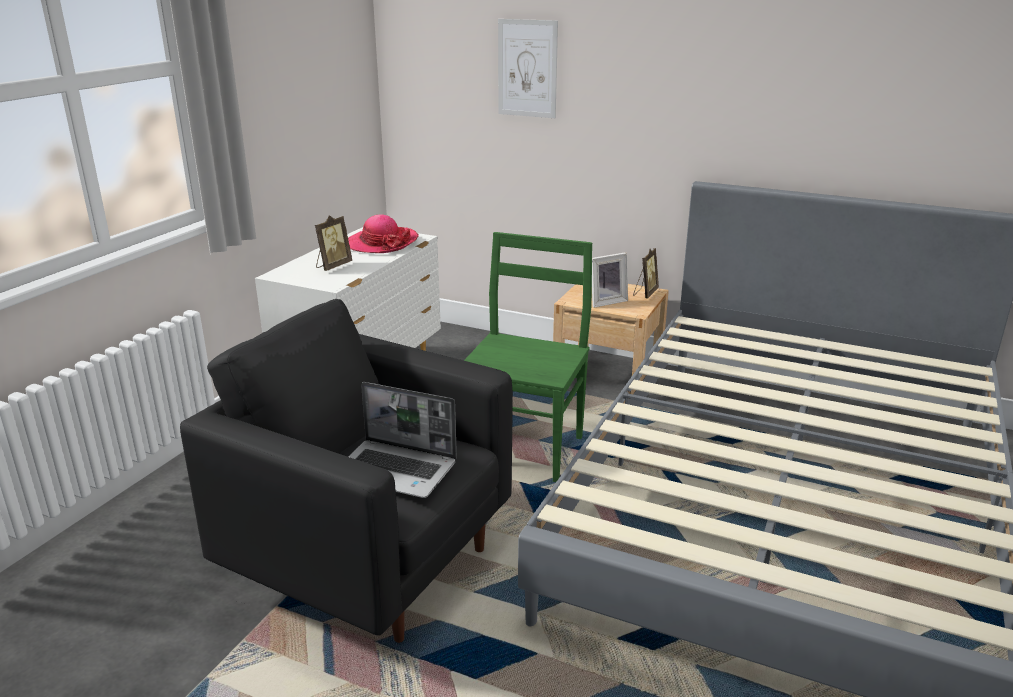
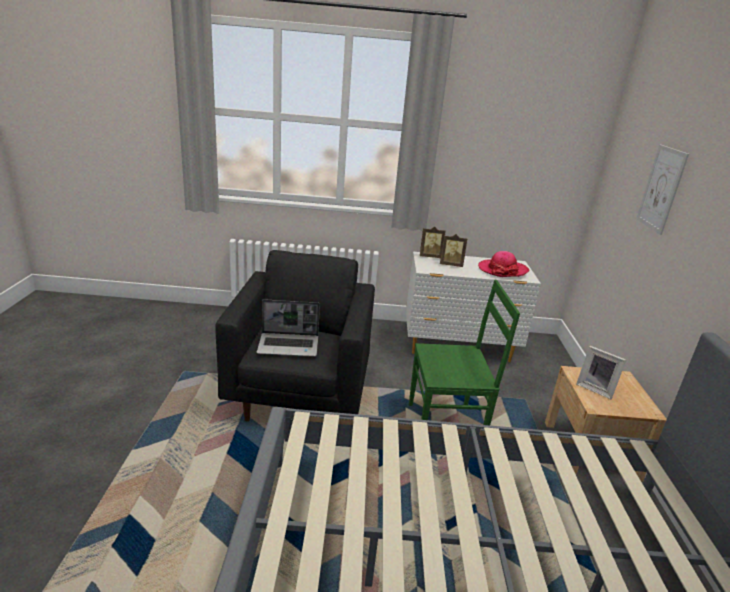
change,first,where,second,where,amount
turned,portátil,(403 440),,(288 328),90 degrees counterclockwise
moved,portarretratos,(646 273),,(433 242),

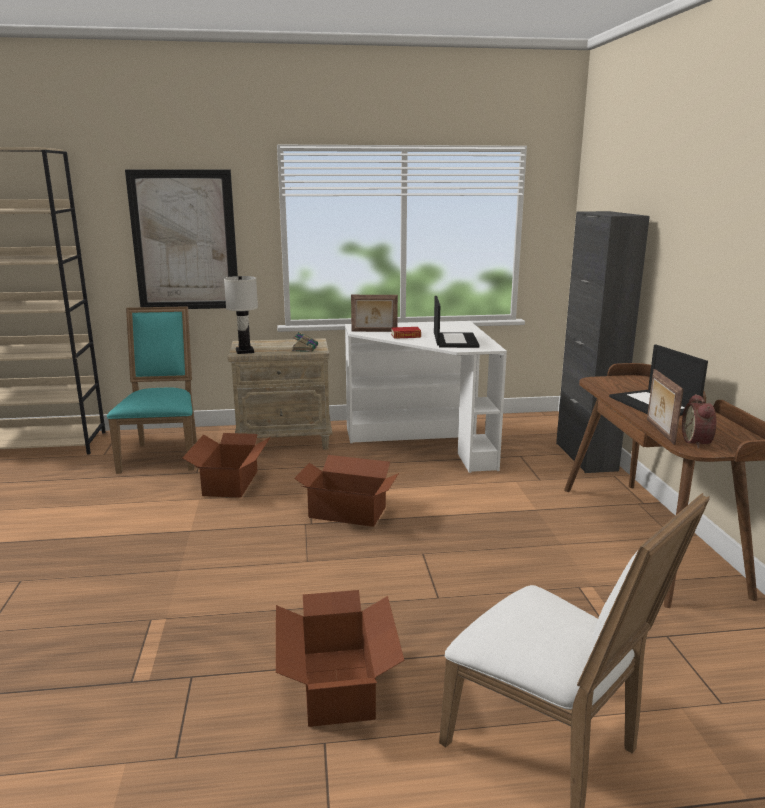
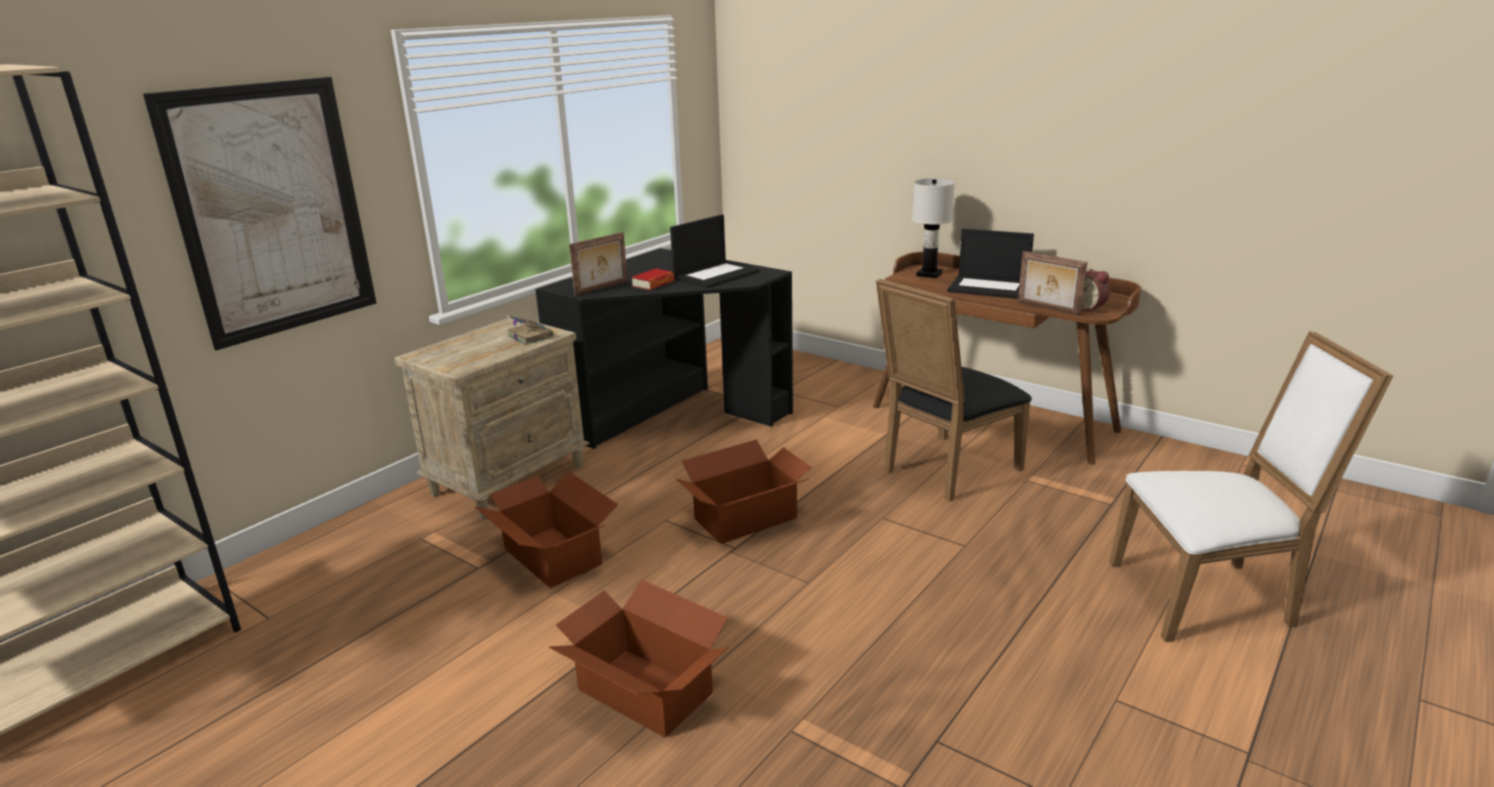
change,first,where,second,where,amount
removed,silla (turquesa),(152 390),,,
moved,lámpara de mesa (blanco),(241 315),,(933 228),
moved,caja de cartón,(340 658),,(638 658),
recoloured,escritorio (blanco),(426 397),escritorio (negro),(664 348),
turned,portátil,(457 322),,(714 251),90 degrees clockwise
removed,armario (negro),(603 342),,,
added,,,silla (negro),(954 390),

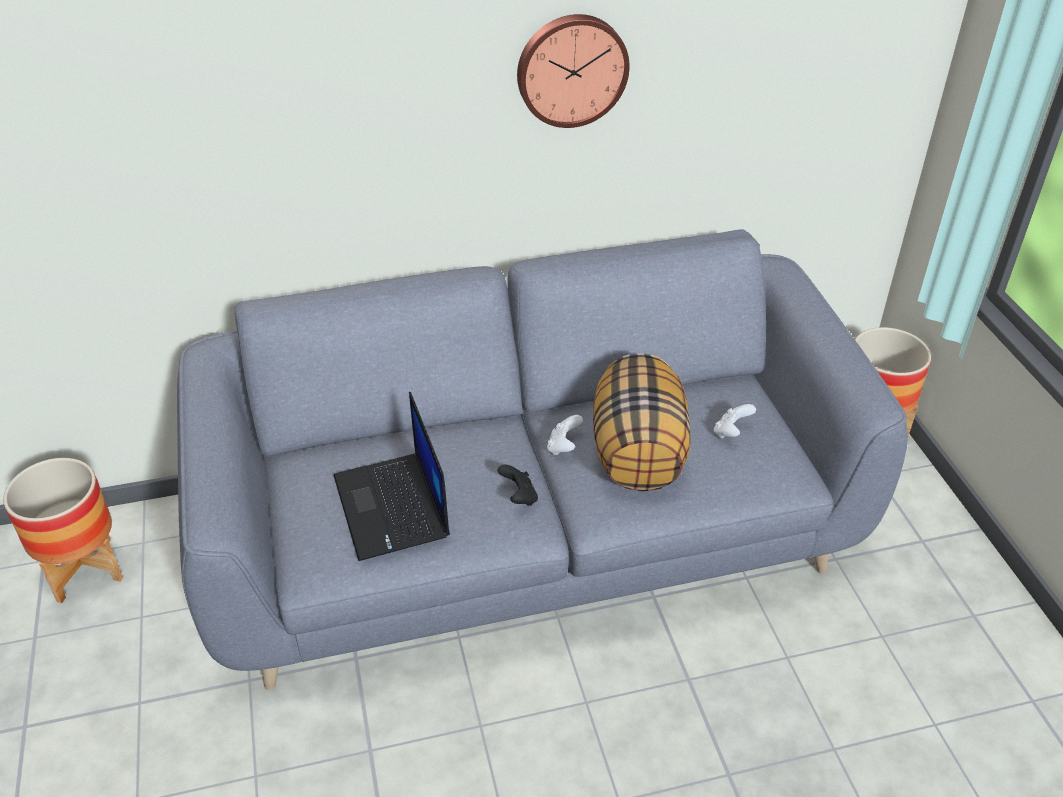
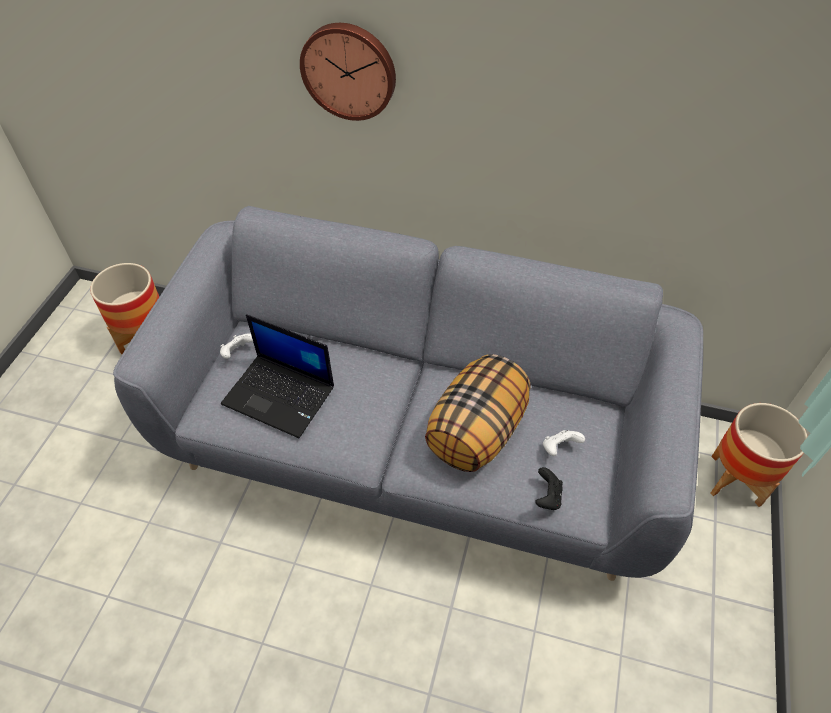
change,first,where,second,where,amount
turned,portátil,(392 476),,(277 376),75 degrees counterclockwise
moved,mando de consola (negro),(518 485),,(549 488),
moved,reloj de pared,(573 71),,(348 72),
moved,mando de consola (blanco),(565 435),,(236 346),

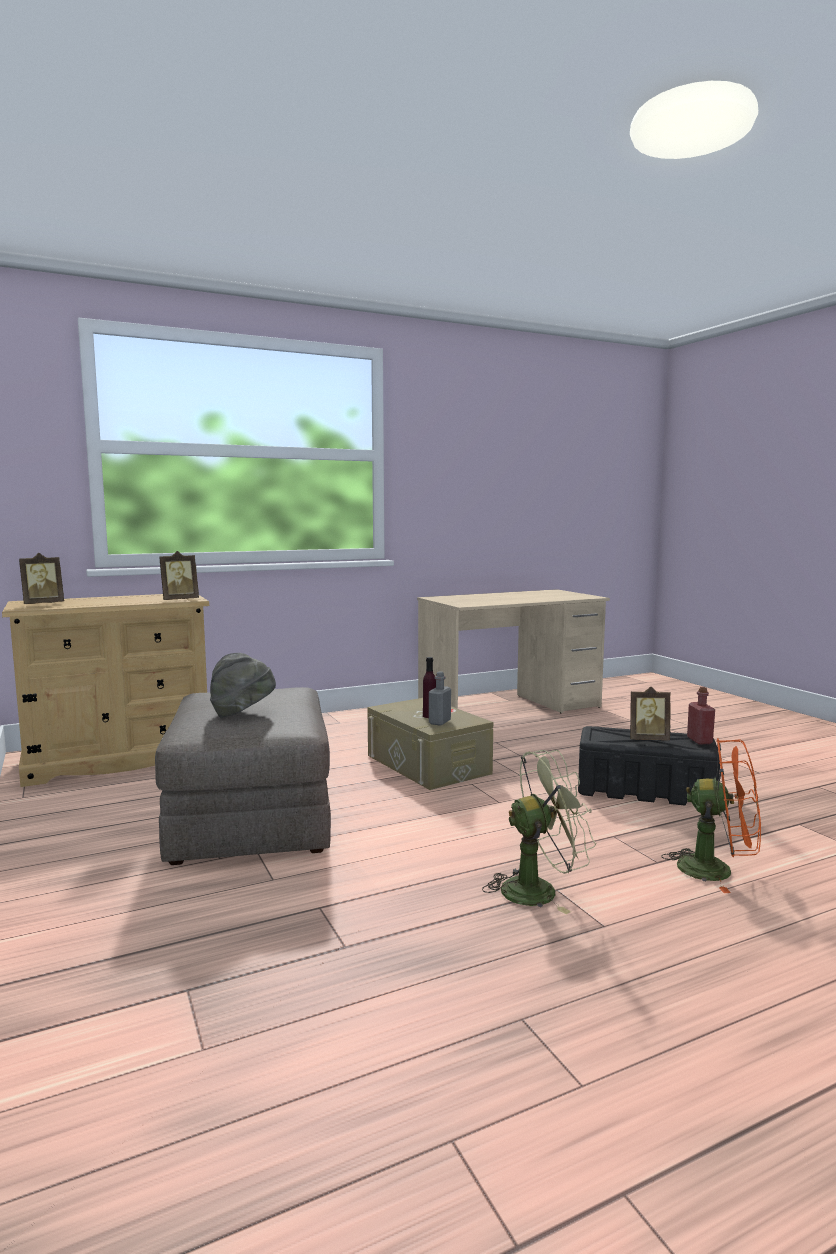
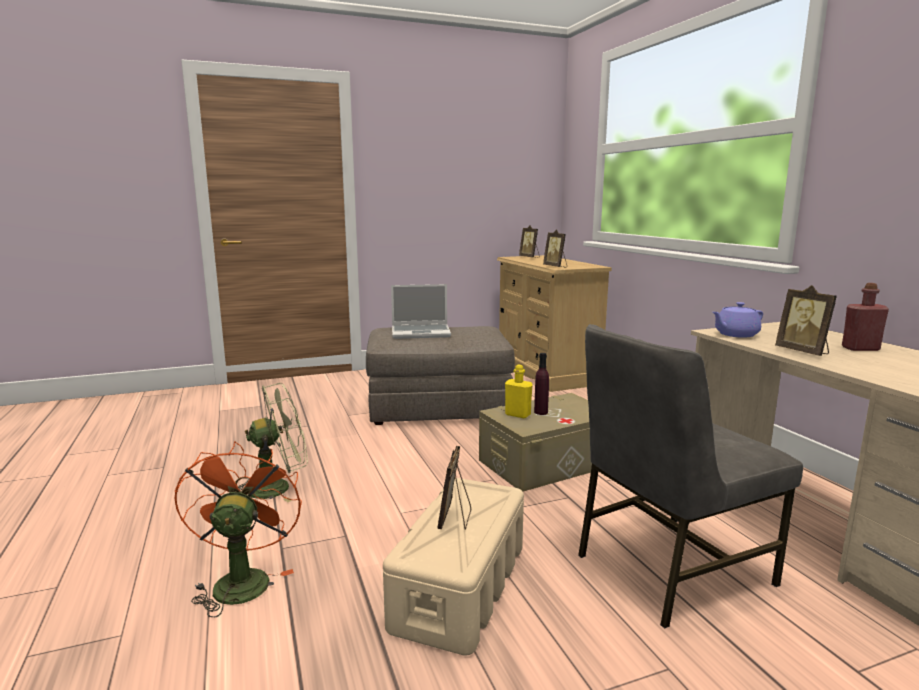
change,first,where,second,where,amount
replaced,sombrero (gris),(243 685),portátil,(421 311),
recoloured,botella (gris),(440 698),botella (amarillo),(519 391),
turned,ventilador (verde),(539 832),,(273 442),105 degrees counterclockwise
recoloured,caja de almacenaje (negro),(649 766),caja de almacenaje (beis),(453 567),
turned,ventilador (naranja),(711 815),,(238 529),150 degrees clockwise
moved,botella (rojo),(701 715),,(865 317),
added,,,silla (gris),(690 476),
added,,,tetera (morado),(738 320),
added,,,portarretratos,(806 320),

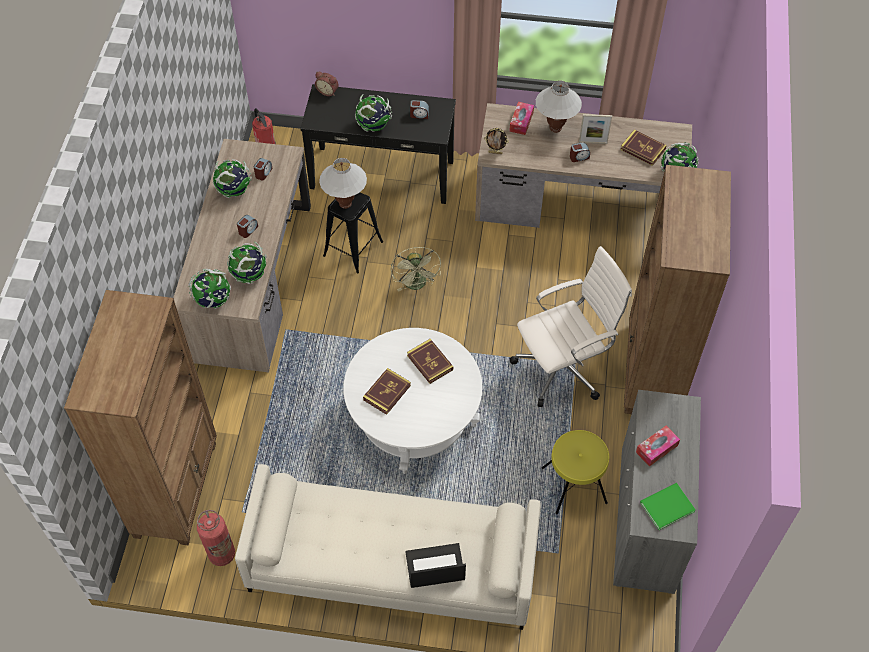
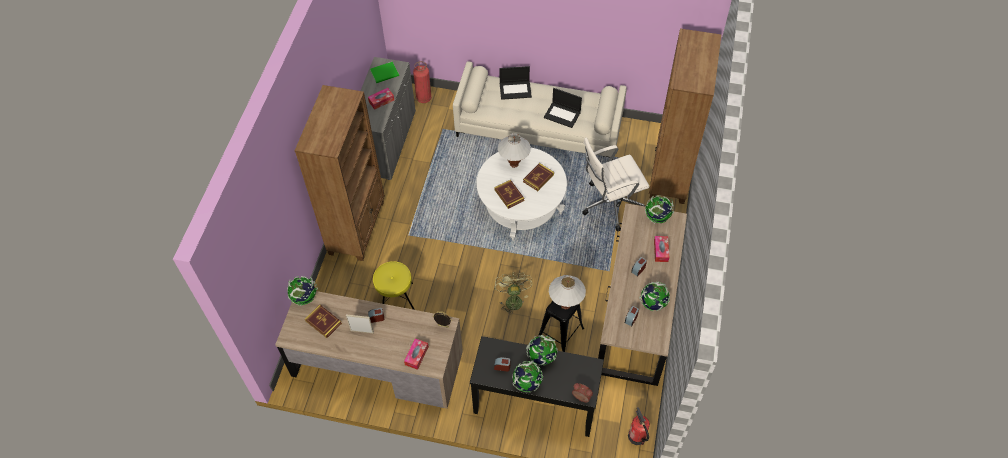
change,first,where,second,where,amount
moved,extintor,(216 538),,(422 82),
moved,globo terráqueo,(247 263),,(527 376),
moved,silla de oficina (blanco),(571 326),,(616 184),
moved,lámpara de mesa (blanco),(559 107),,(514 150),
moved,taburete (amarillo),(575 472),,(394 285),
added,,,portátil,(563 108),
added,,,caja de pañuelos,(661 249),

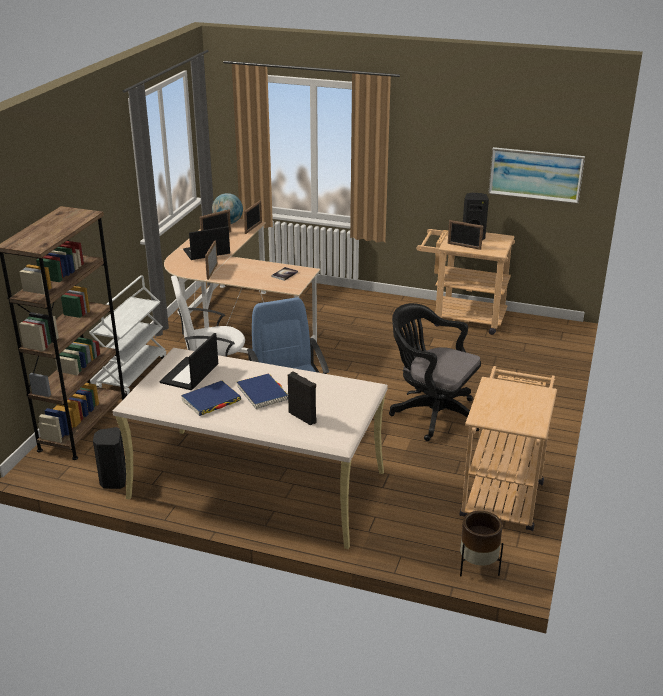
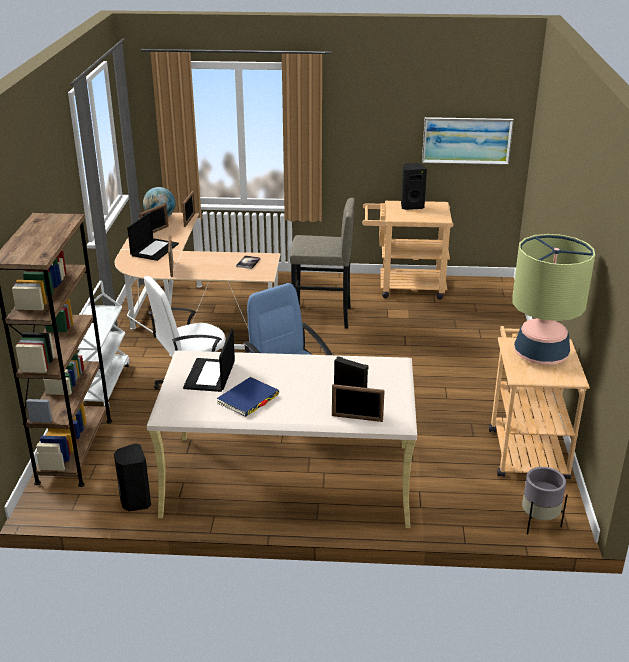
change,first,where,second,where,amount
turned,portátil,(206 243),,(153 236),150 degrees clockwise
removed,libro (azul),(262 391),,,
removed,silla de oficina (negro),(435 372),,,
moved,portarretratos,(465 235),,(358 403),
recoloured,maceta (marrón),(482 543),maceta (gris),(545 501),
added,,,taburete (gris),(322 263),
added,,,lámpara de mesa,(553 299),

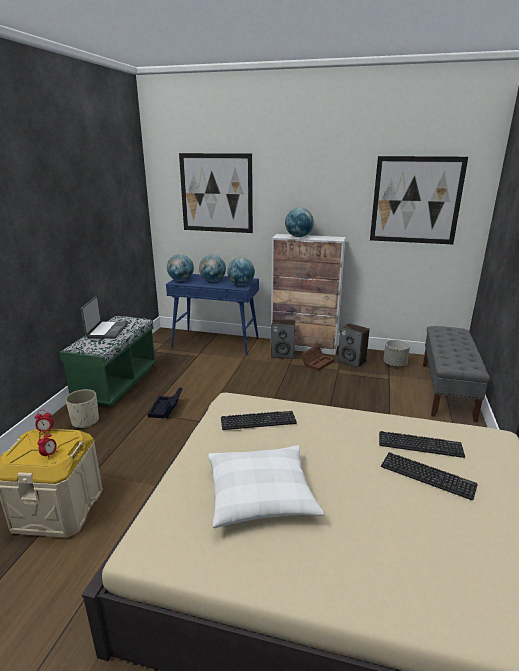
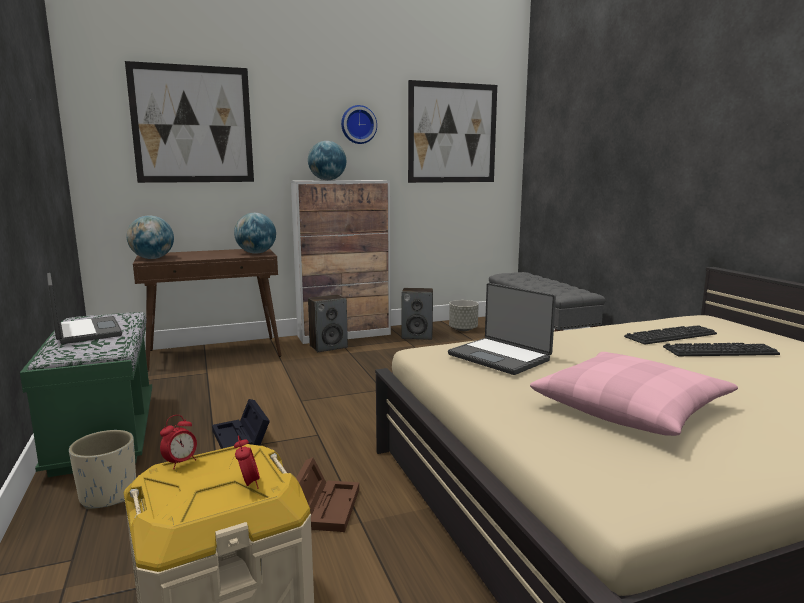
change,first,where,second,where,amount
recoloured,mesa consola (azul),(212 314),mesa consola (marrón),(207 310),
removed,globo terráqueo,(212 268),,,
recoloured,cojín (blanco),(266 486),cojín (rosa),(634 394),
replaced,teclado,(259 420),portátil,(502 329),
moved,caja de almacenaje (marrón),(317 358),,(327 494),
added,,,reloj de pared,(359 124),

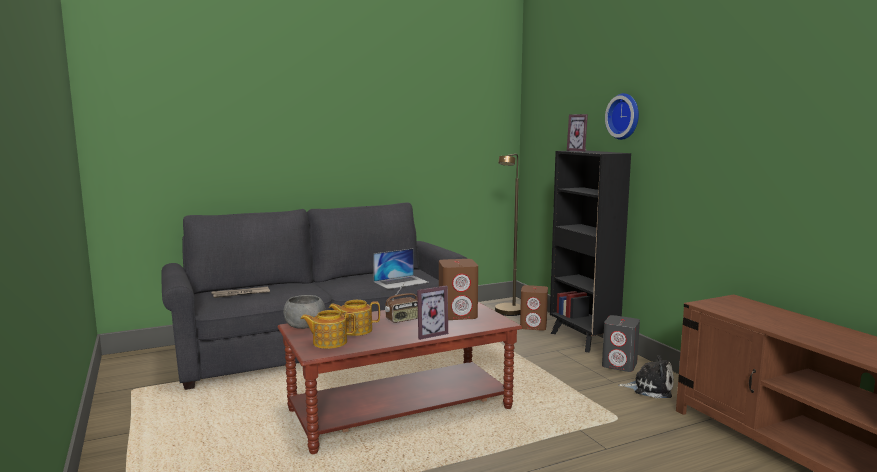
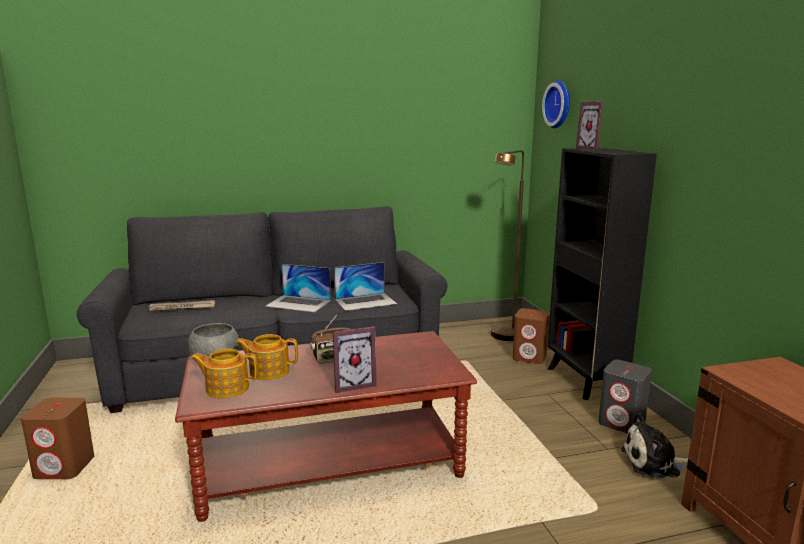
change,first,where,second,where,amount
moved,altavoz (marrón),(458 289),,(57 438),
moved,reloj de pared,(622 116),,(556 104),
turned,peluche,(646 376),,(654 445),150 degrees clockwise
added,,,portátil,(298 288),

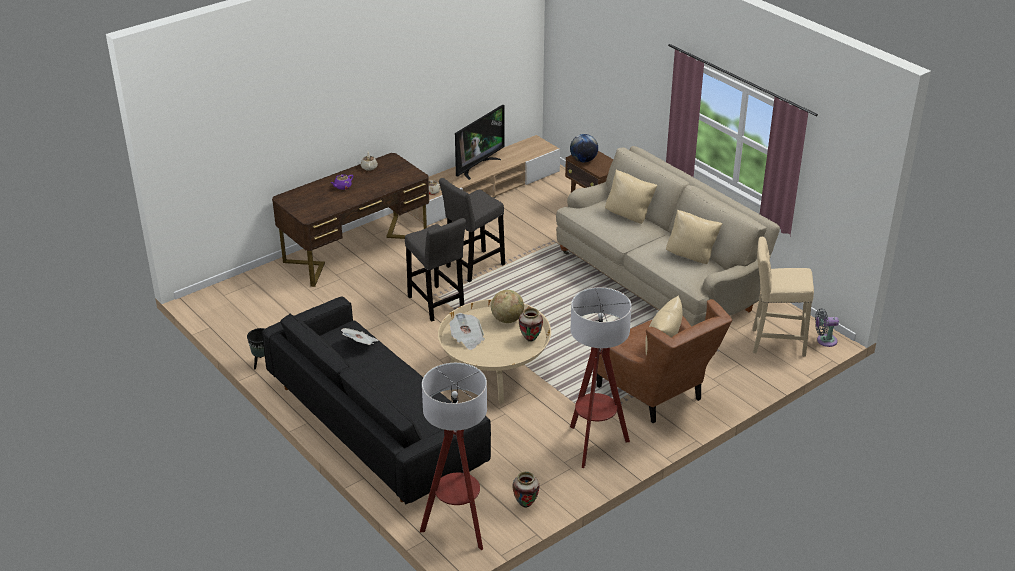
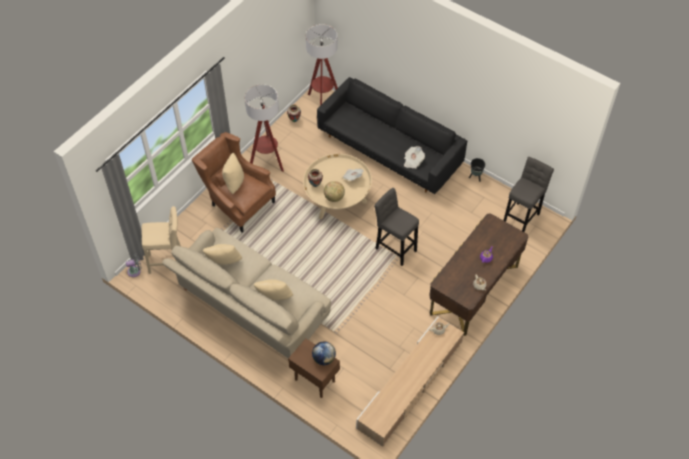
change,first,where,second,where,amount
moved,taburete (gris),(472 230),,(528 194),
removed,televisor,(479 142),,,

